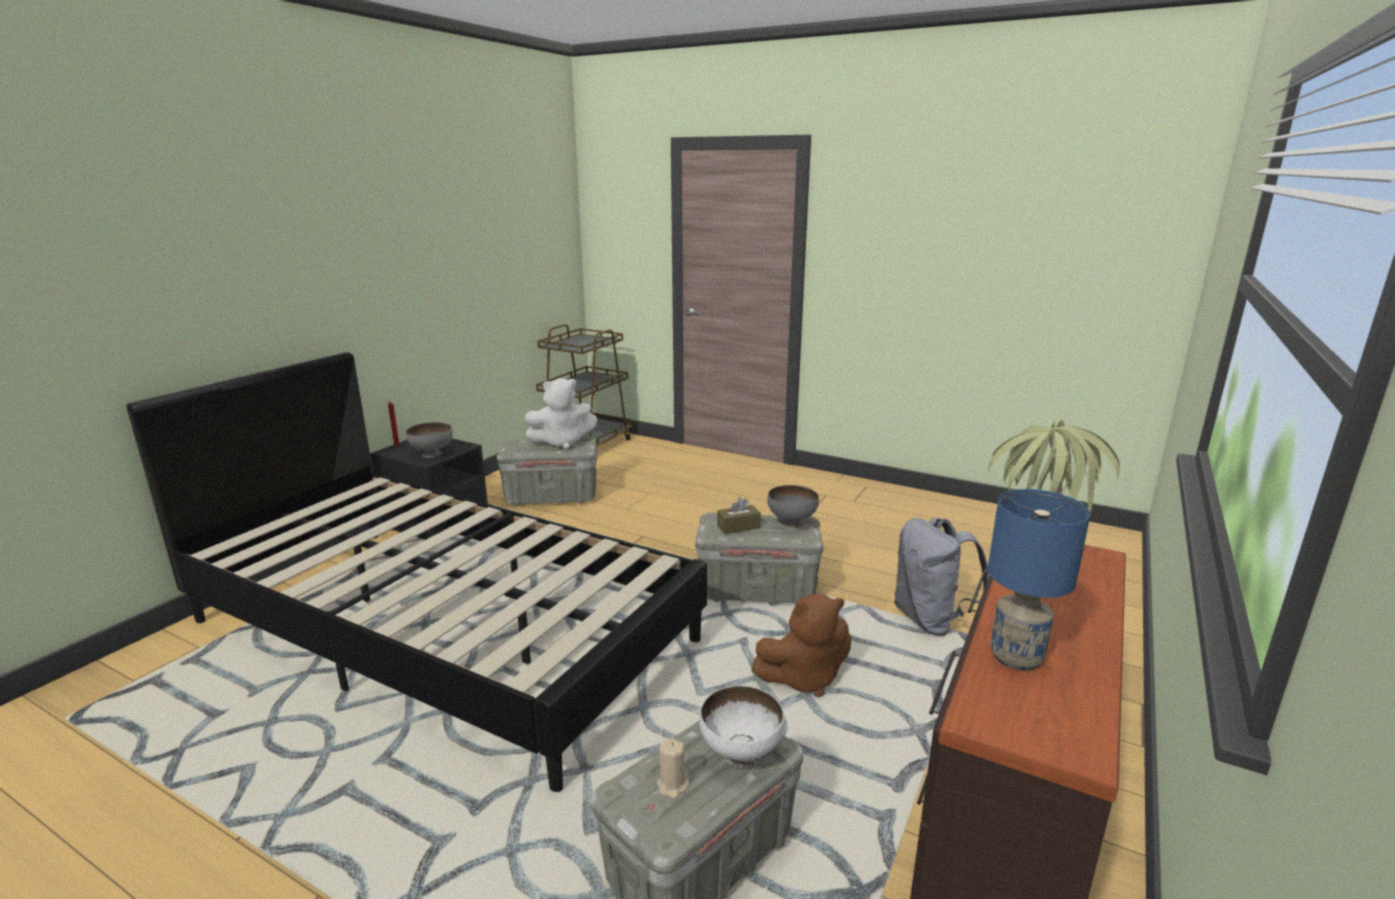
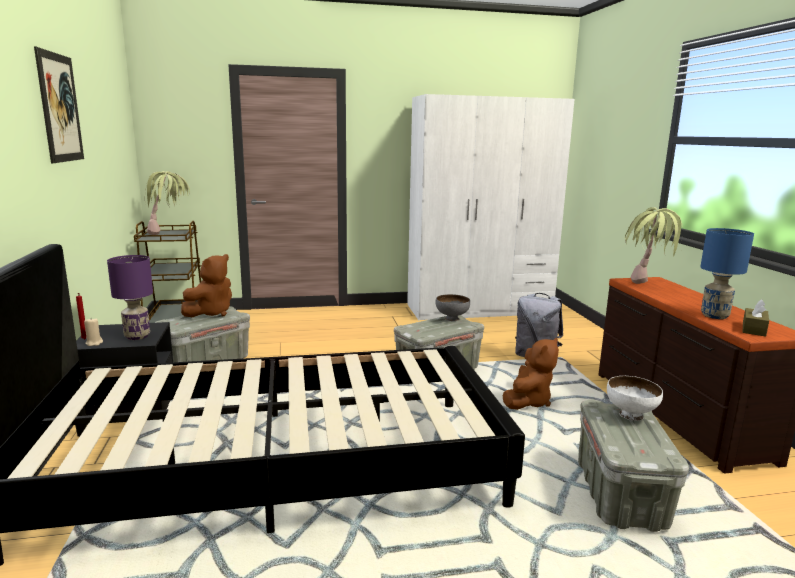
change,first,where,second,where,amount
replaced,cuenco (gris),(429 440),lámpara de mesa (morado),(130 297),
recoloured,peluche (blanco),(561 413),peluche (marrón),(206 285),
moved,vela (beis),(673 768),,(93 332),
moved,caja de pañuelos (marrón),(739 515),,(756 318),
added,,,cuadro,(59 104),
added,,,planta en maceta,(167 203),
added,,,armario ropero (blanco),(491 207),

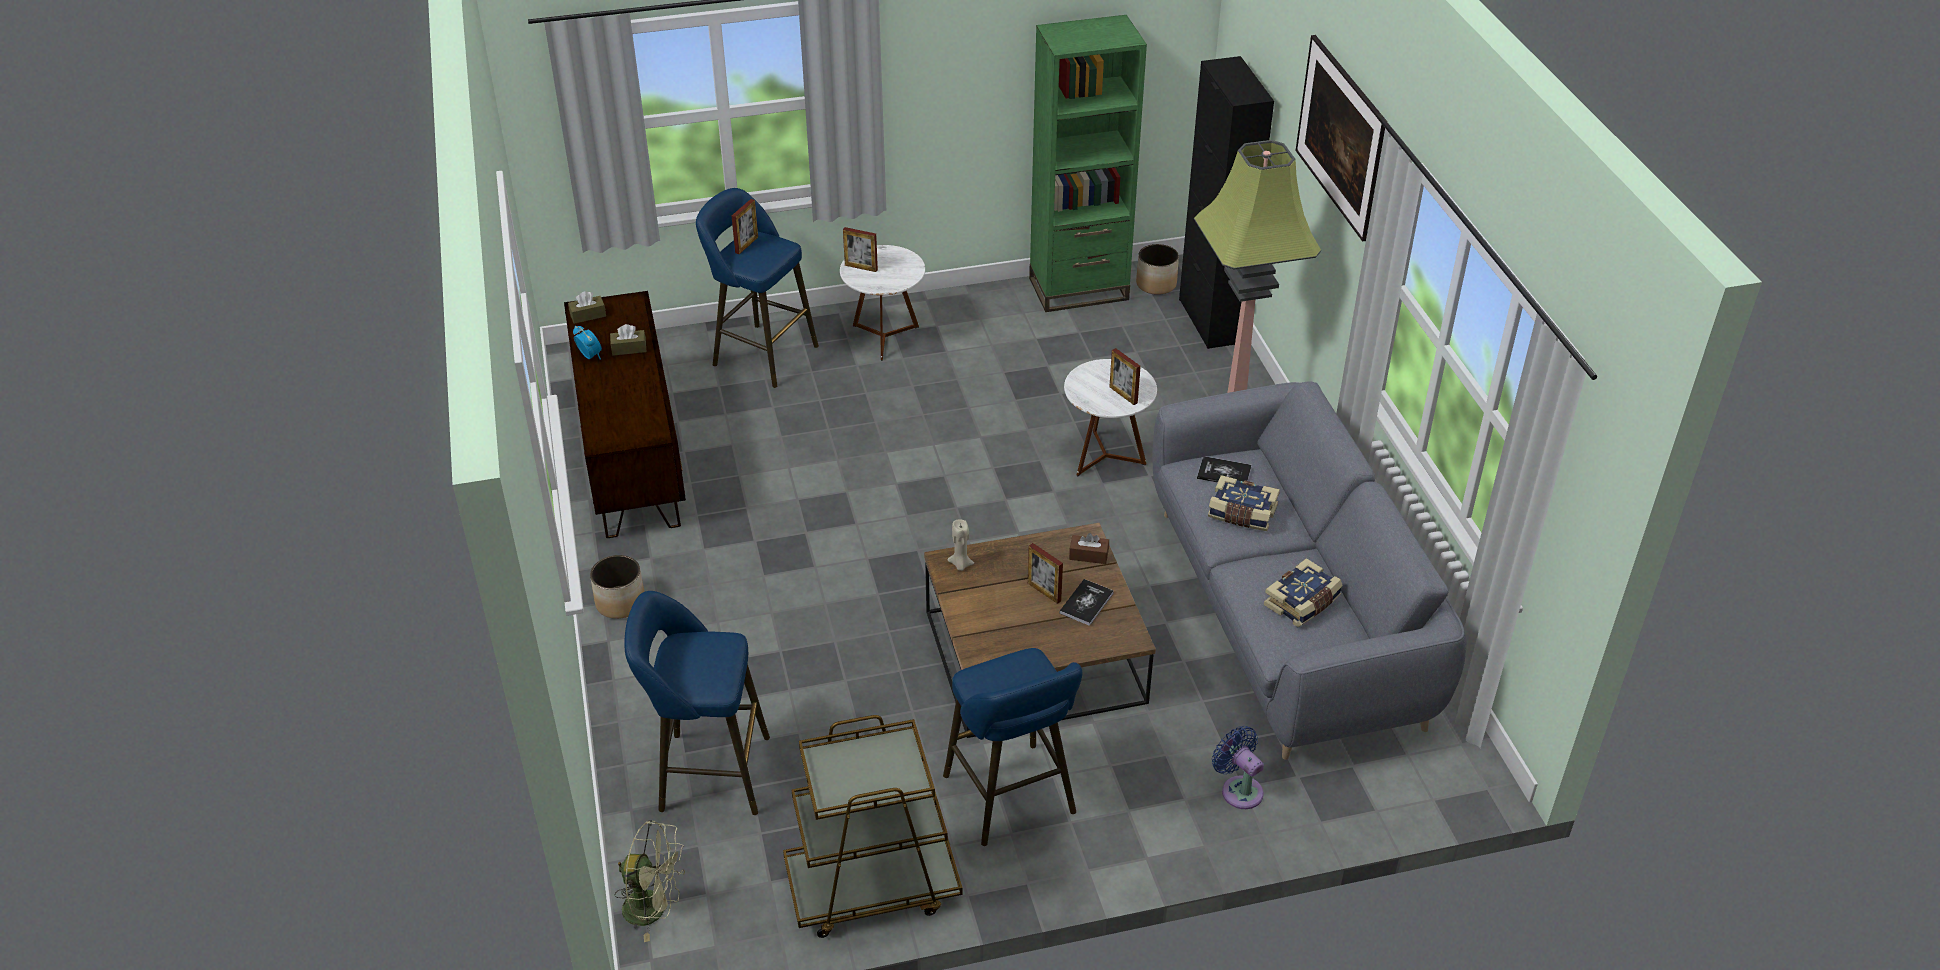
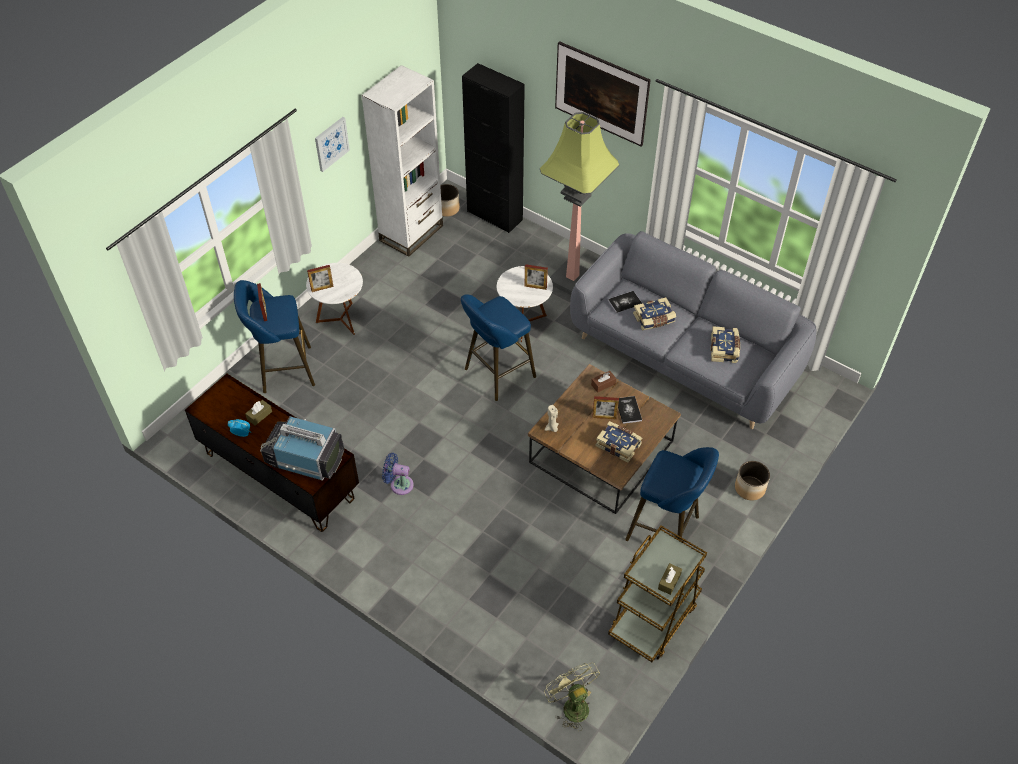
change,first,where,second,where,amount
moved,caja de pañuelos (marrón),(587 307),,(670 579),
moved,maceta,(617 587),,(752 481),
turned,ventilador (verde),(650 881),,(572 697),90 degrees counterclockwise
moved,taburete (azul),(697 703),,(498 347),
recoloured,estantería (verde),(1088 163),estantería (blanco),(402 161),
moved,ventilador (azul),(1238 767),,(398 474),
added,,,televisor,(302 448),
added,,,cuadro,(332 144),
added,,,libro,(618 442),

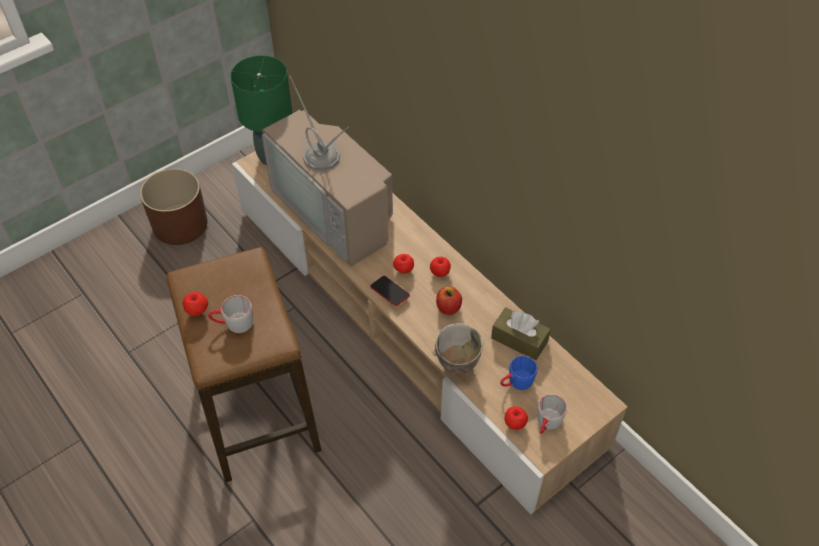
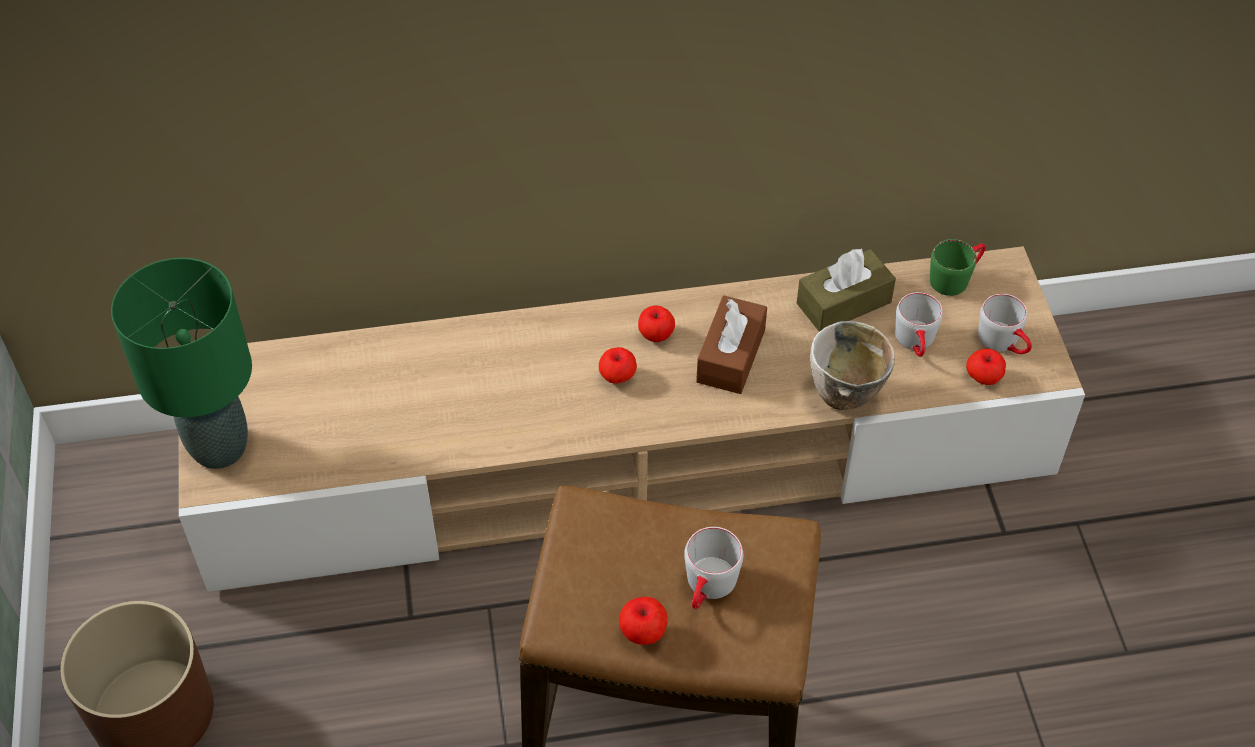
change,first,where,second,where,amount
removed,televisor,(327 171),,,
removed,móvil,(390 291),,,
replaced,manzana,(449 300),caja de pañuelos (marrón),(731 345),
recoloured,taza grande (azul),(518 373),taza grande (gris),(919 324),
added,,,taza grande (verde),(958 267),

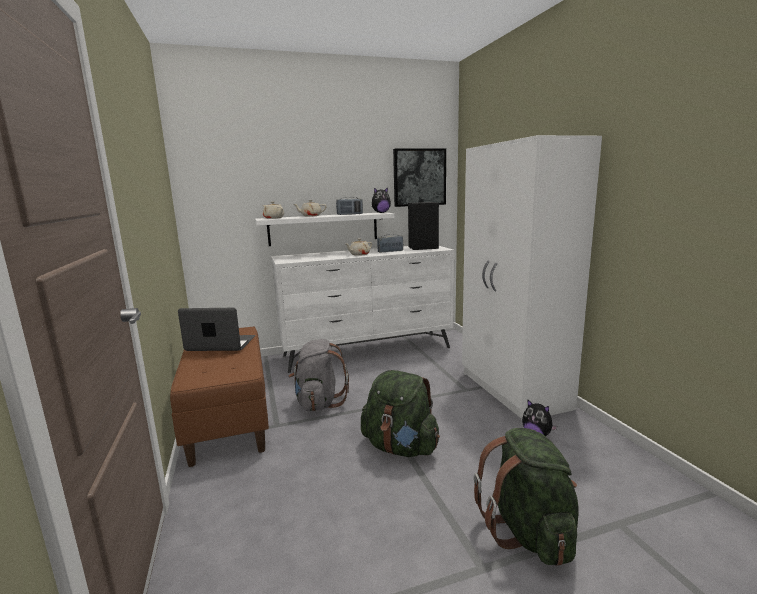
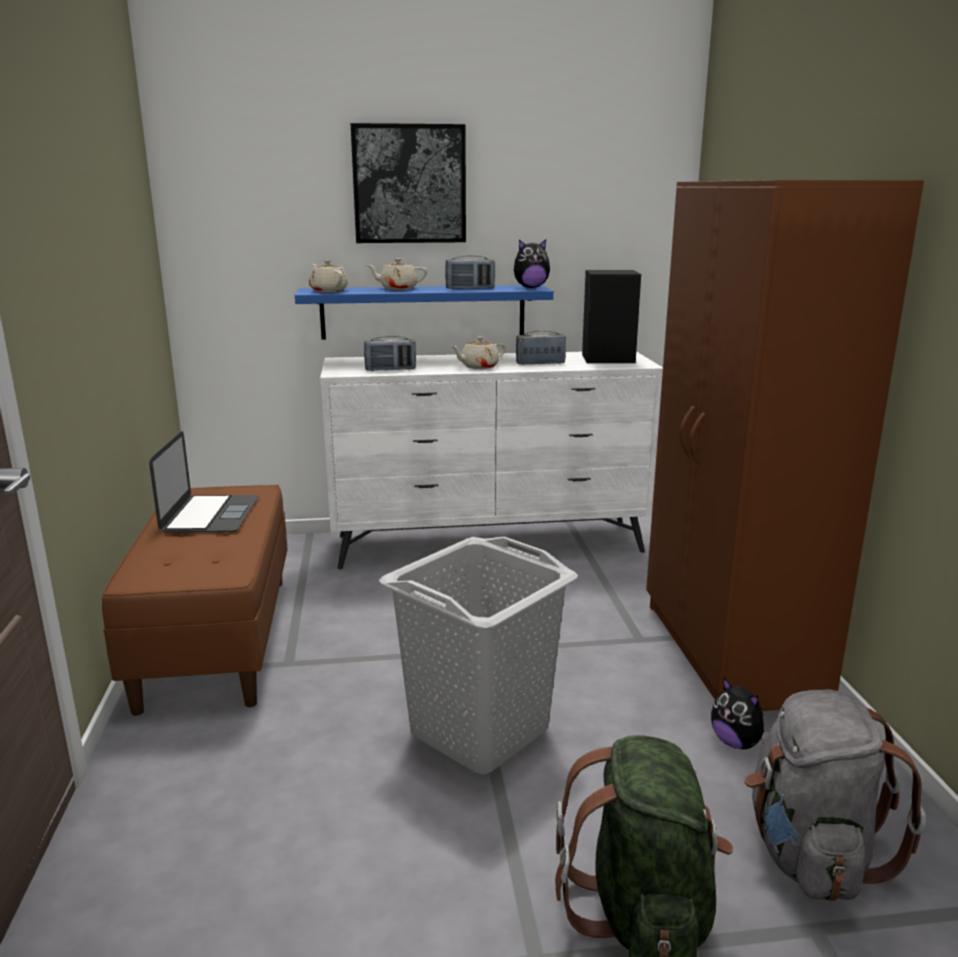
change,first,where,second,where,amount
turned,portátil,(216 329),,(204 482),75 degrees clockwise
recoloured,estante (blanco),(324 229),estante (azul),(424 312),
moved,mochila (gris),(319 375),,(835 795),
replaced,mochila (verde),(400 413),cesto de la ropa (gris),(478 656),
moved,cuadro,(419 177),,(408 183),
recoloured,armario ropero (blanco),(532 277),armario ropero (marrón),(785 445),
added,,,radio,(390 353),

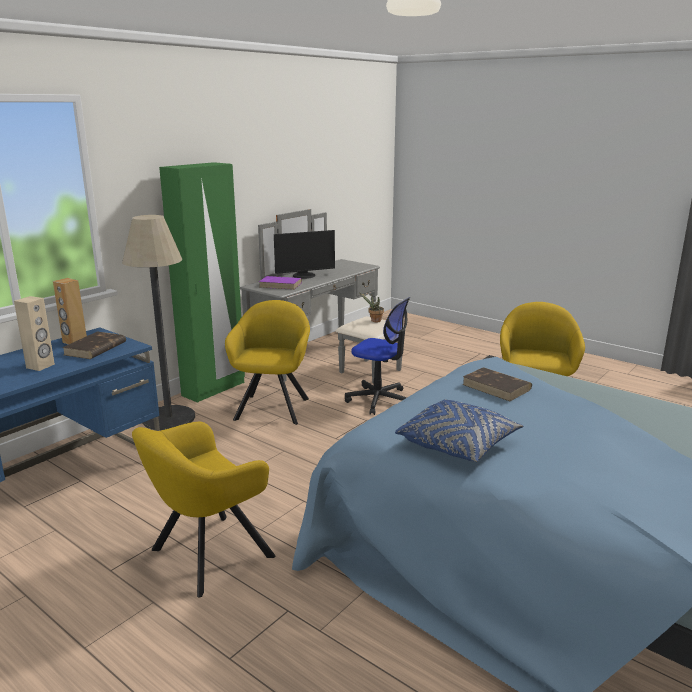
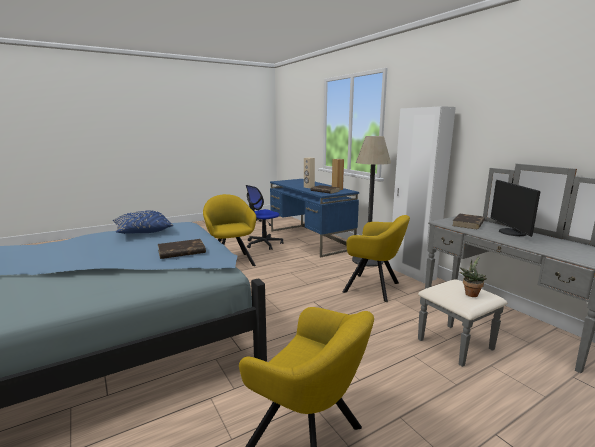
change,first,where,second,where,amount
recoloured,armario ropero (verde),(202 282),armario ropero (blanco),(422 194),
recoloured,libro (morado),(280 283),libro (marrón),(468 221),
moved,silla de oficina,(377 356),,(265 217),

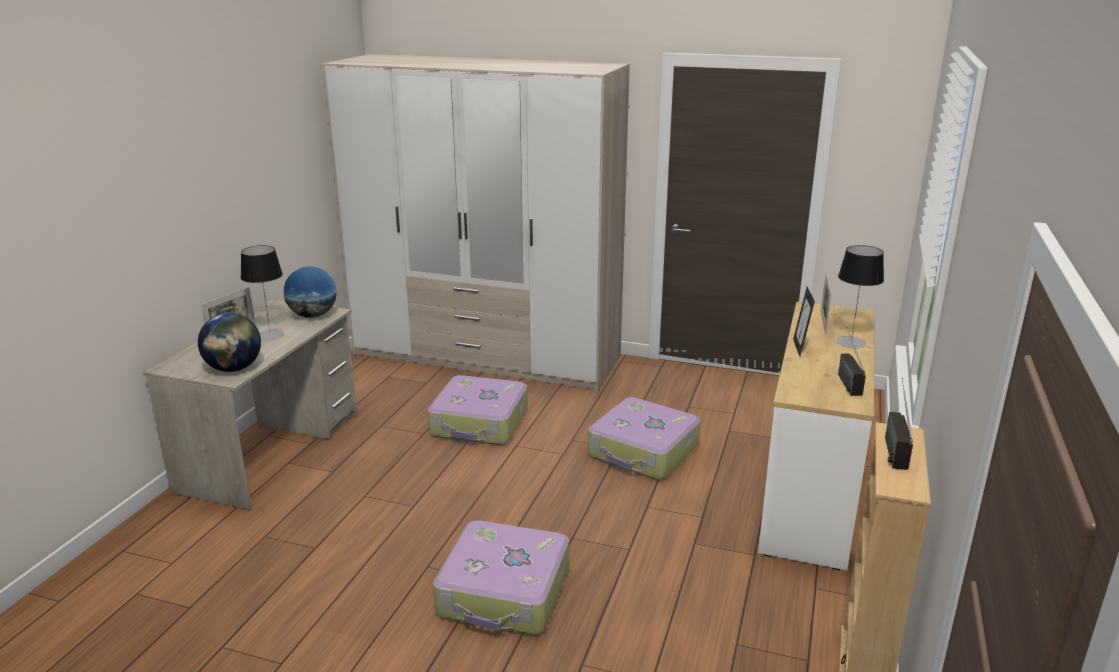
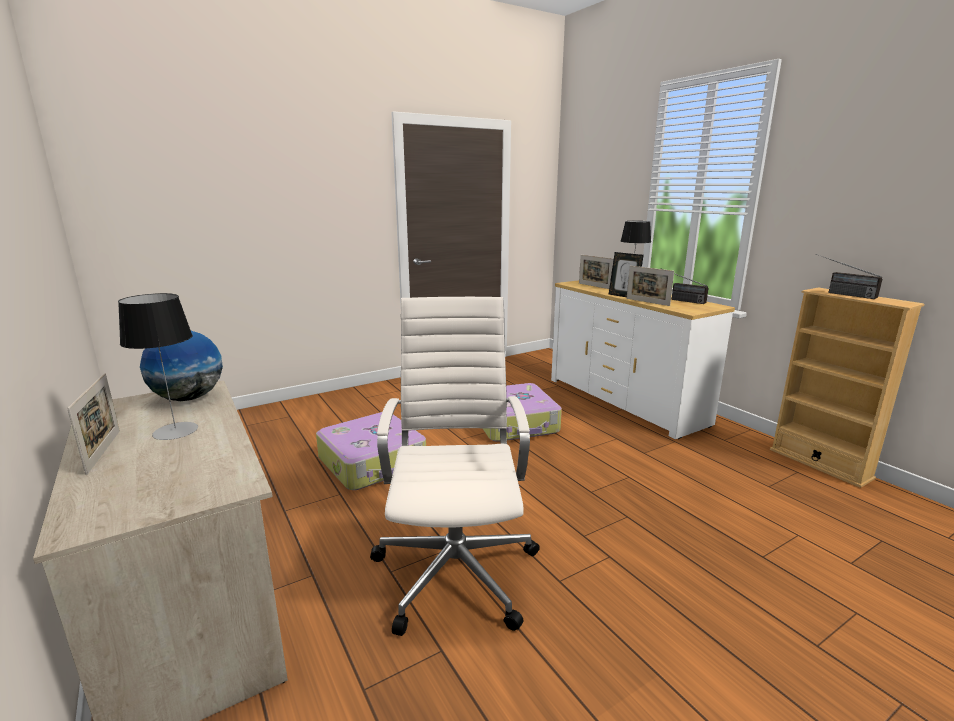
change,first,where,second,where,amount
removed,globo terráqueo,(229 342),,,
removed,armario ropero,(476 223),,,
removed,maleta,(501 577),,,
added,,,silla de oficina (blanco),(455 466),
added,,,portarretratos,(650 286),

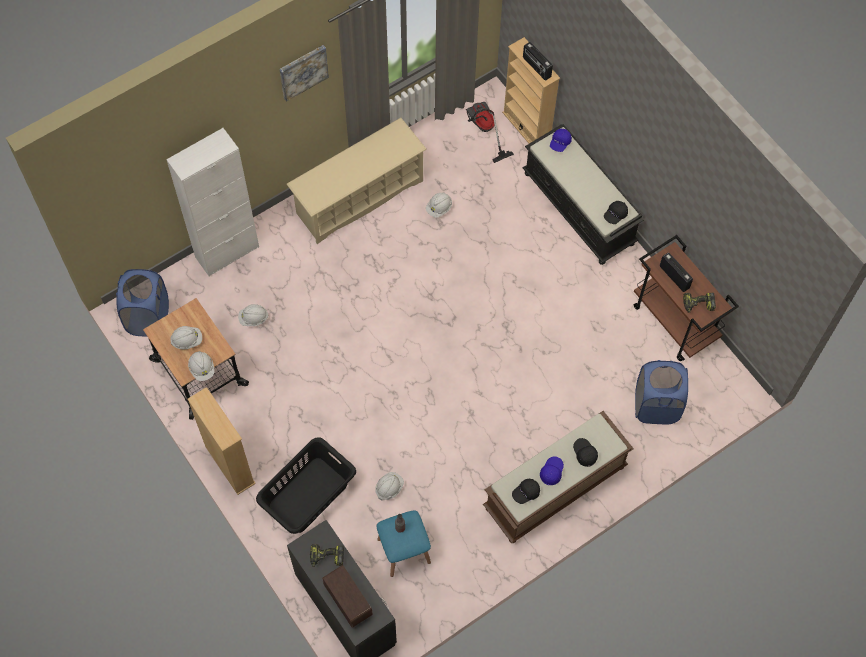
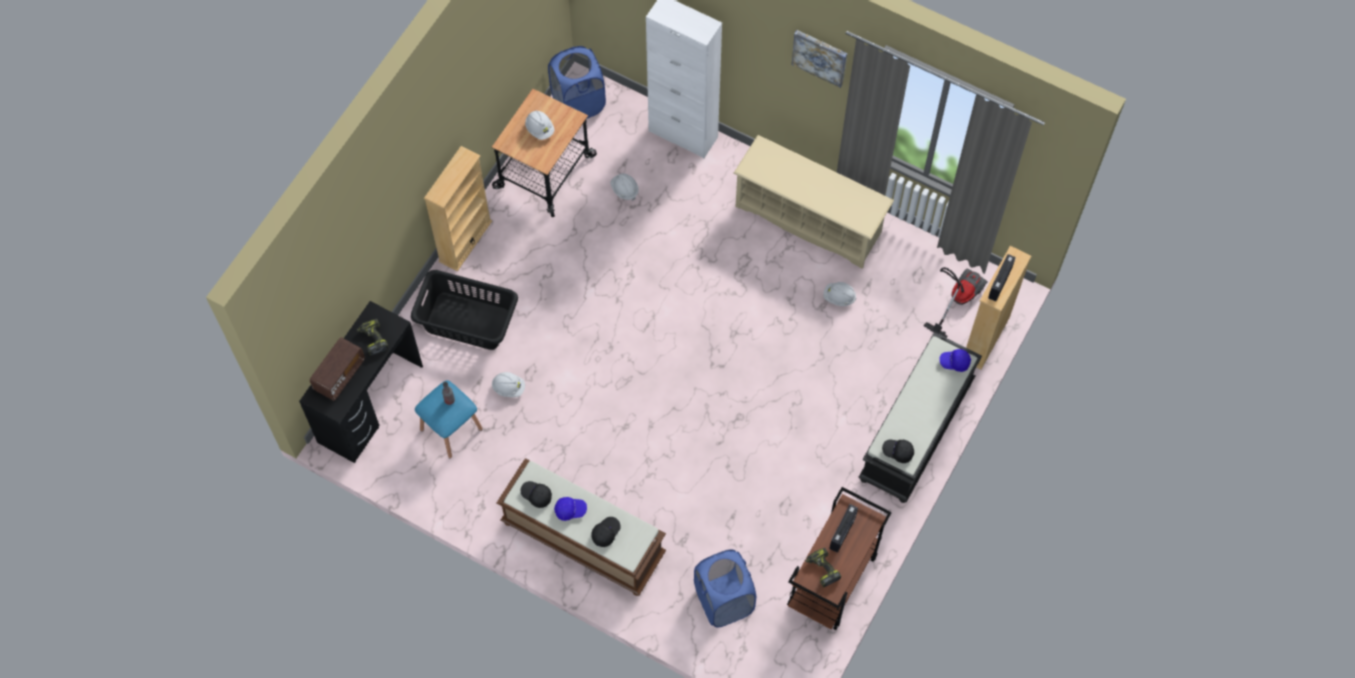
change,first,where,second,where,amount
removed,casco (blanco),(201 366),,,

